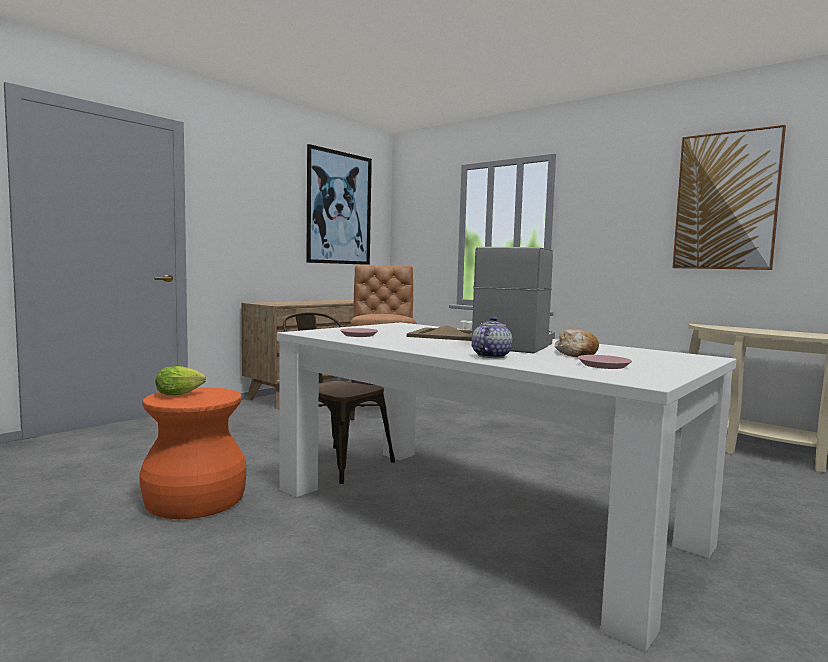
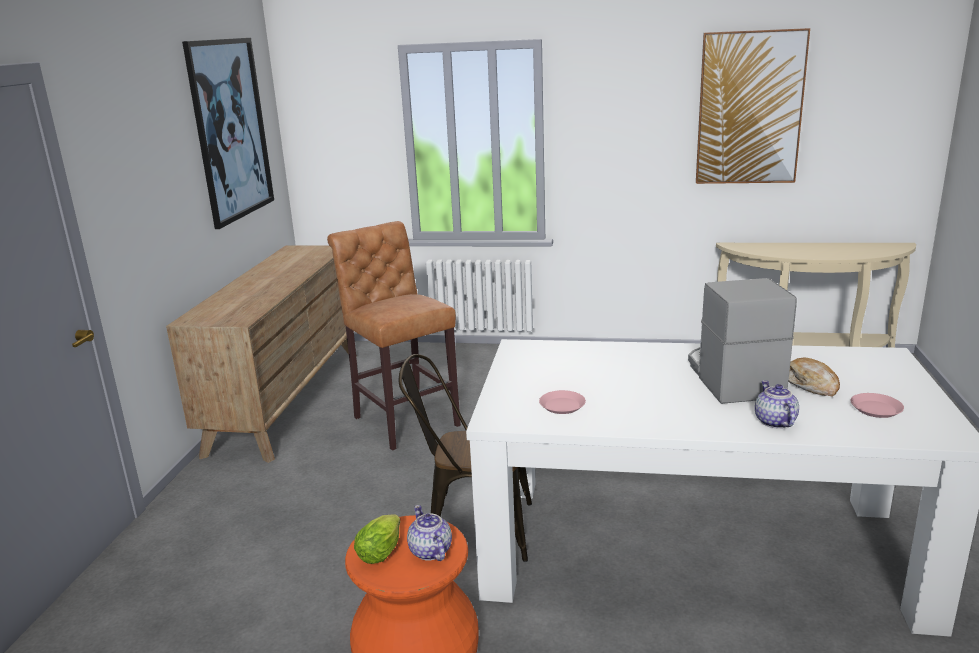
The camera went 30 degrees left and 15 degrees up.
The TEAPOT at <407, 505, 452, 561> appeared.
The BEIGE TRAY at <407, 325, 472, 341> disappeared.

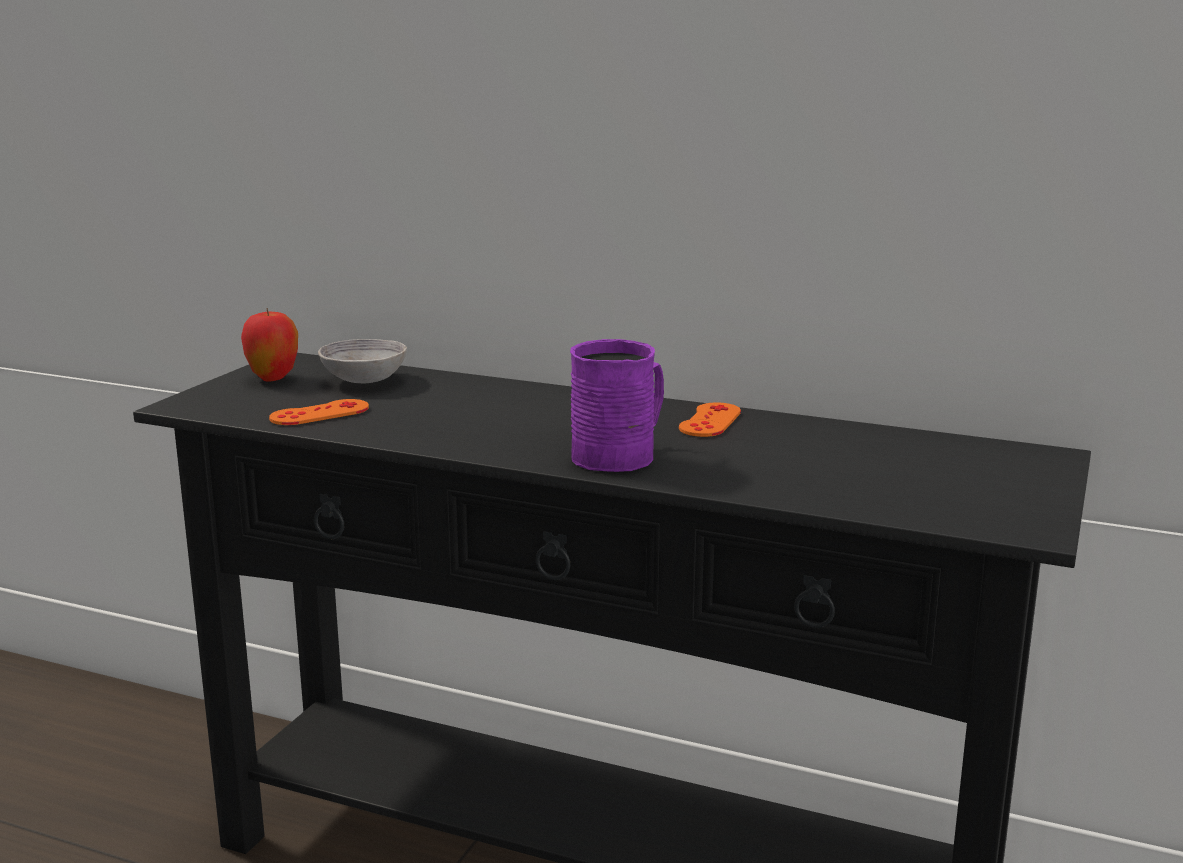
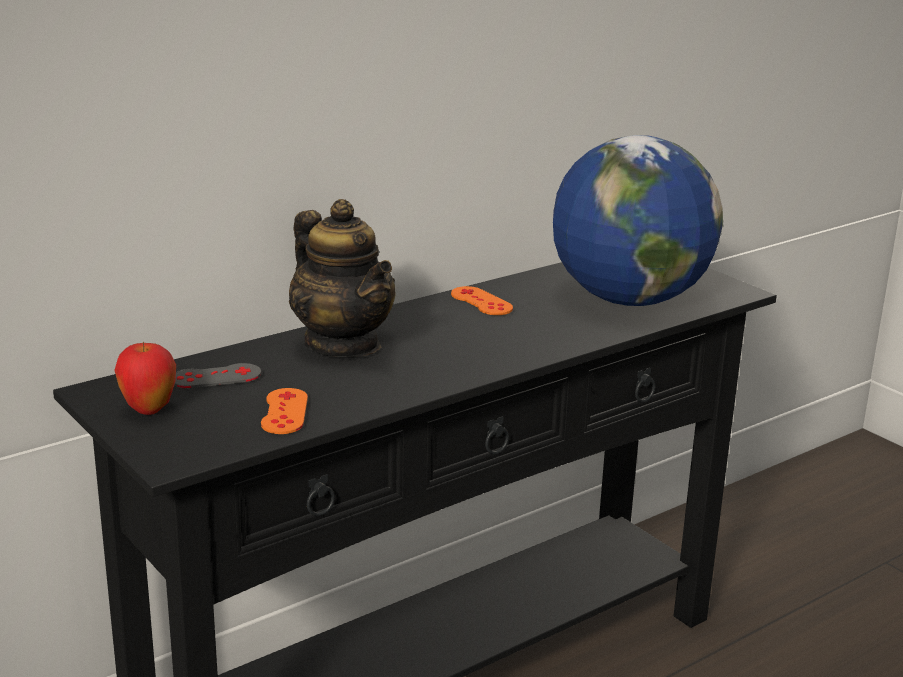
The camera went 60 degrees left and 5 degrees up.
The GREY BOWL at <318, 339, 407, 383> was replaced by the GREY GAME CONTROLLER at <174, 363, 261, 389>.
The TEAPOT at <289, 199, 395, 357> appeared.
The GLOBE at <553, 135, 723, 306> appeared.
The PURPLE MUG at <570, 339, 664, 472> disappeared.

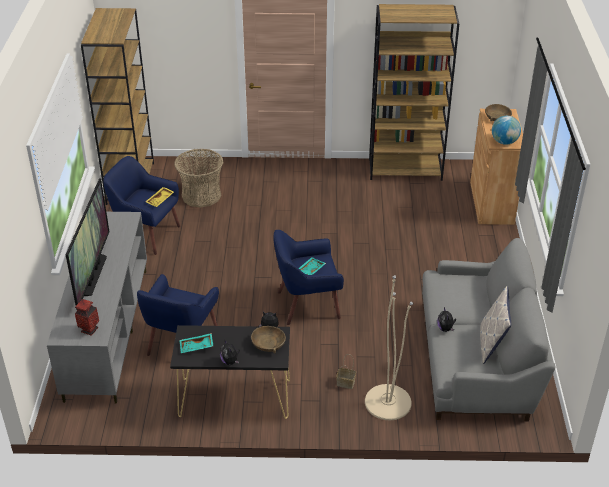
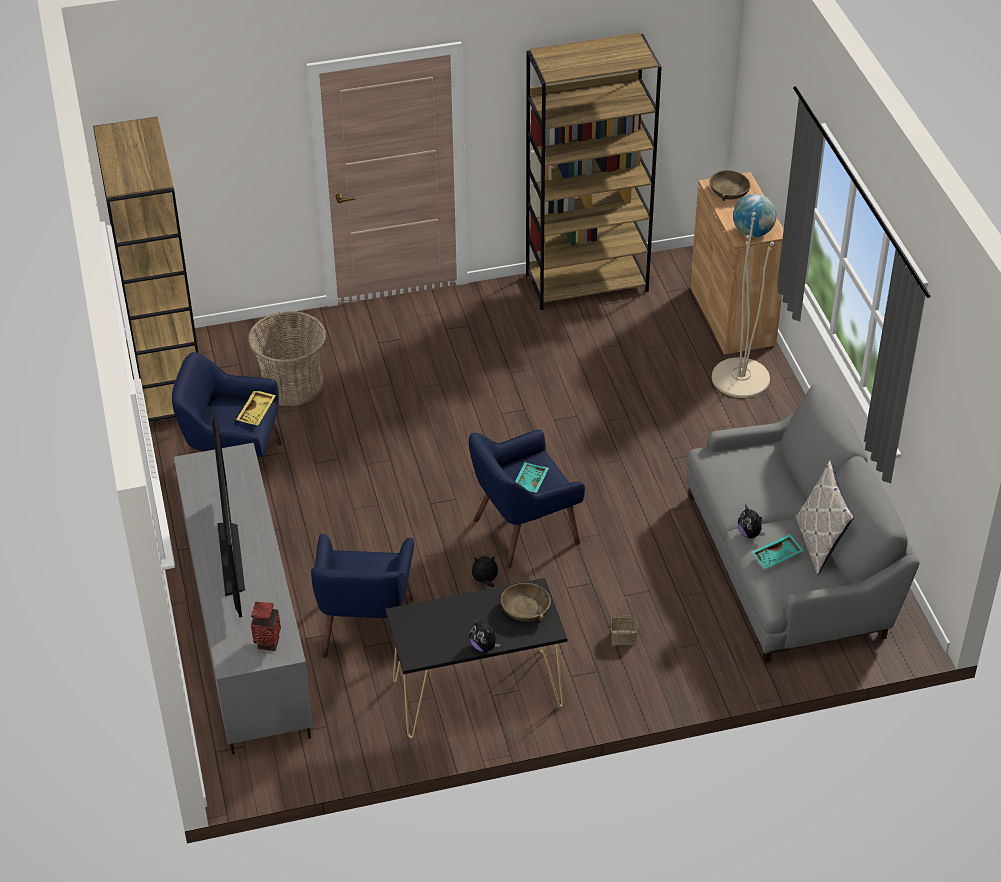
The camera went 15 degrees left and 5 degrees up.
The BEIGE FLOOR LAMP moved from <365, 275, 413, 420> to <712, 212, 774, 398>.
The TURQUOISE TRAY moved from <179, 333, 213, 353> to <752, 534, 804, 569>.

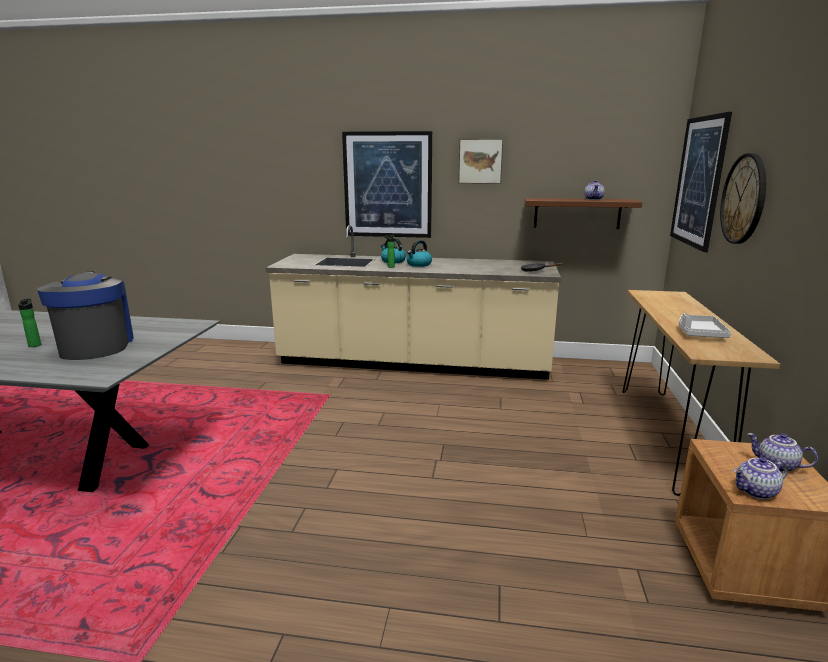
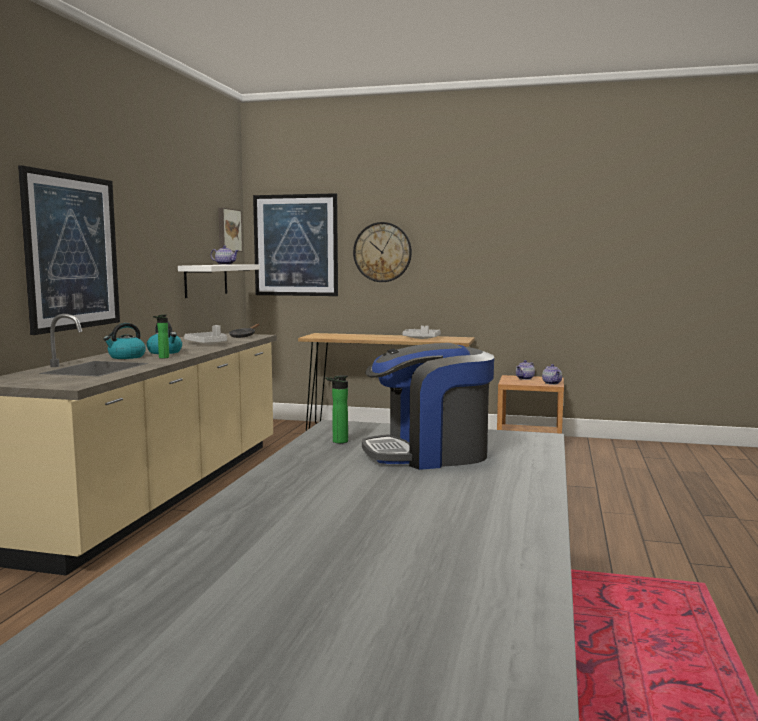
The camera went 85 degrees left and 10 degrees down.
The BROWN SHELF at <524, 198, 642, 229> became the WHITE SHELF at <178, 264, 260, 298>.
The GREY TRAY at <184, 325, 227, 345> appeared.
The PICTURE moved from <458, 139, 503, 184> to <218, 208, 243, 252>.
The BOTTLE moved from <18, 299, 41, 347> to <326, 375, 348, 443>.

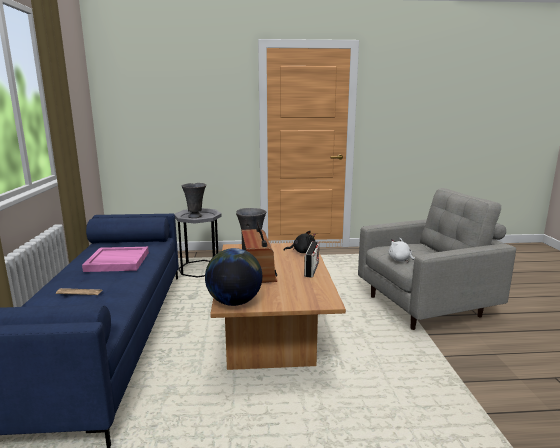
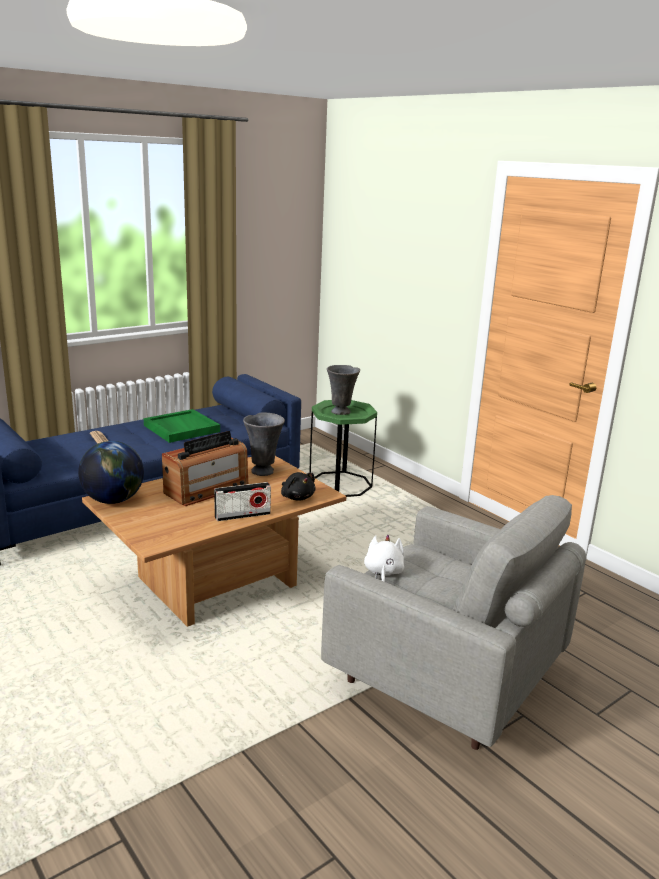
The camera went 55 degrees right and 5 degrees up.
The PINK TRAY at <82, 247, 149, 272> became the GREEN TRAY at <144, 409, 220, 443>.
The GREY SIDE TABLE at <175, 208, 222, 278> became the GREEN SIDE TABLE at <310, 400, 377, 497>.

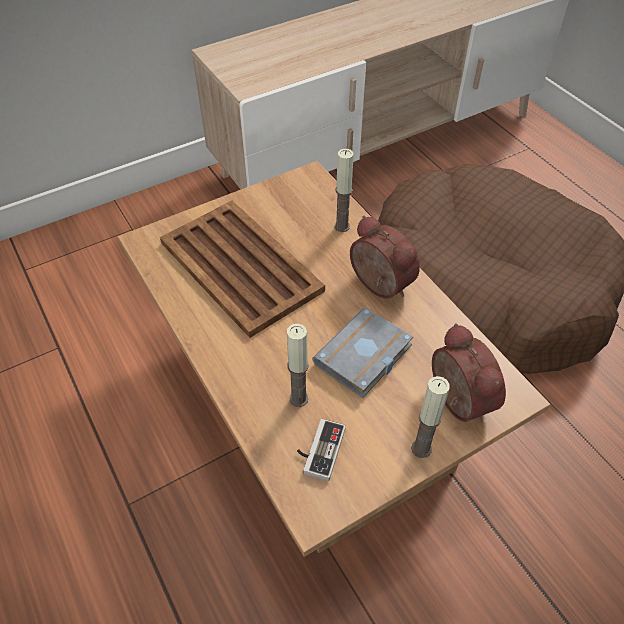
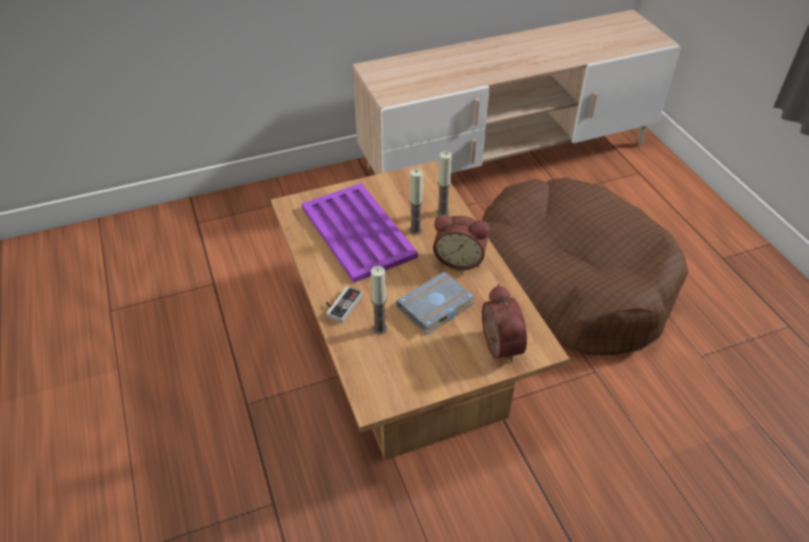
The camera went 10 degrees right and 5 degrees down.
The BROWN TRAY at <160, 201, 325, 338> became the PURPLE TRAY at <301, 183, 418, 283>.
The GAME CONTROLLER moved from <297, 419, 346, 481> to <326, 286, 362, 323>.
The CANDLE moved from <411, 376, 450, 458> to <409, 169, 423, 235>.
The ALARM CLOCK at <350, 216, 420, 299> turned 135 degrees clockwise.

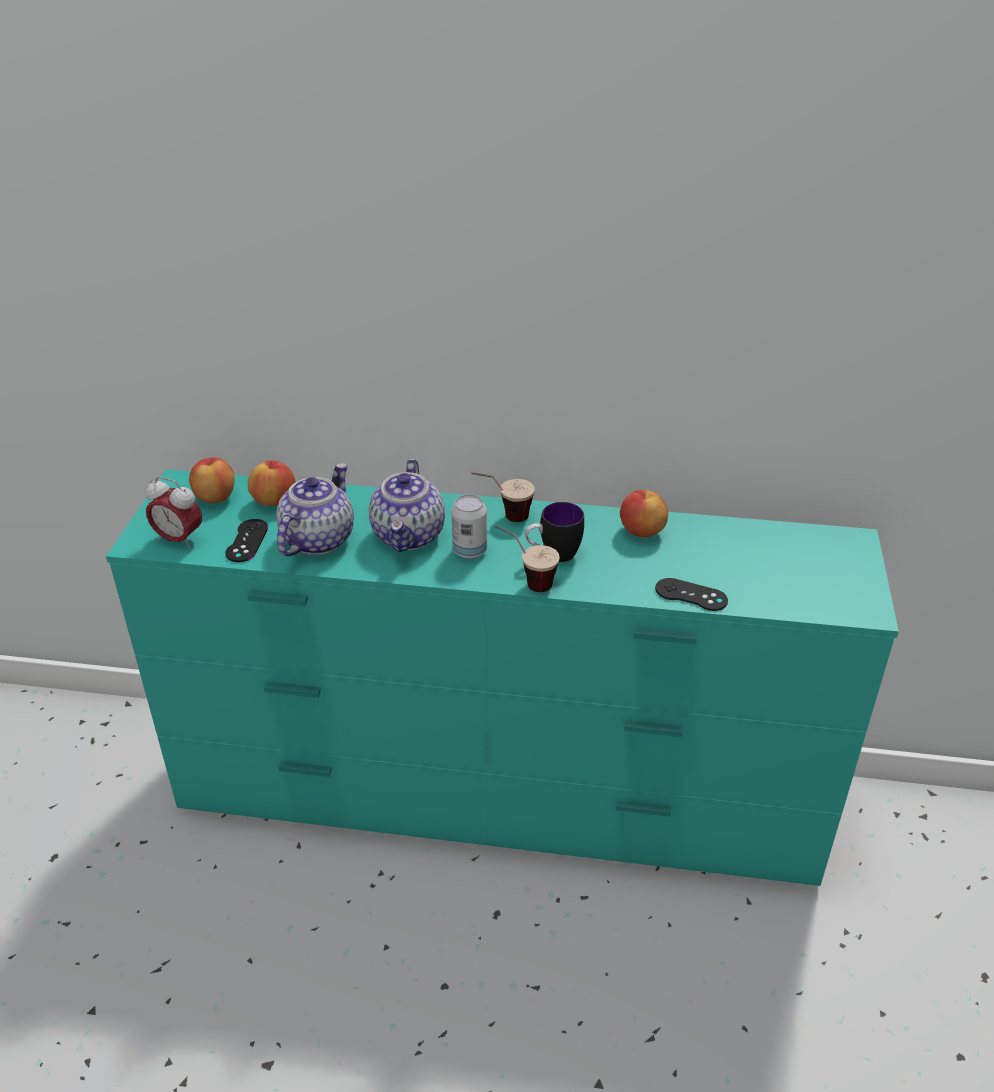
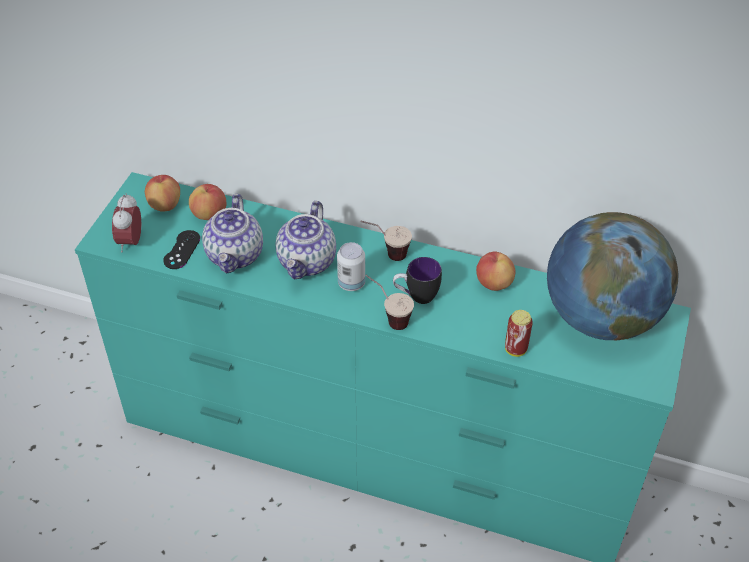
The camera went 10 degrees right and 10 degrees up.
The ALARM CLOCK at <146, 477, 202, 549> turned 60 degrees clockwise.
The TEAPOT at <276, 463, 354, 556> turned 150 degrees clockwise.
The BLACK GAME CONTROLLER at <655, 578, 728, 611> was replaced by the CAN at <505, 310, 533, 357>.
The GLOBE at <547, 212, 679, 340> appeared.

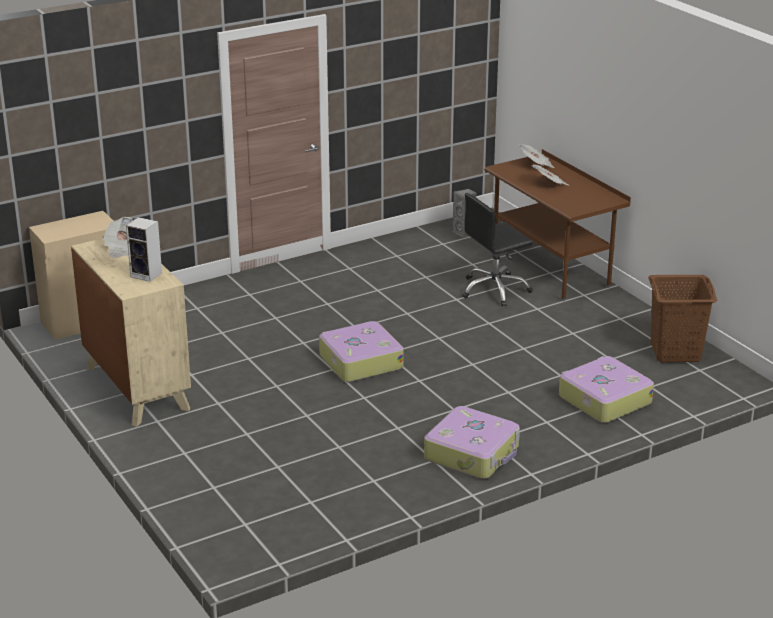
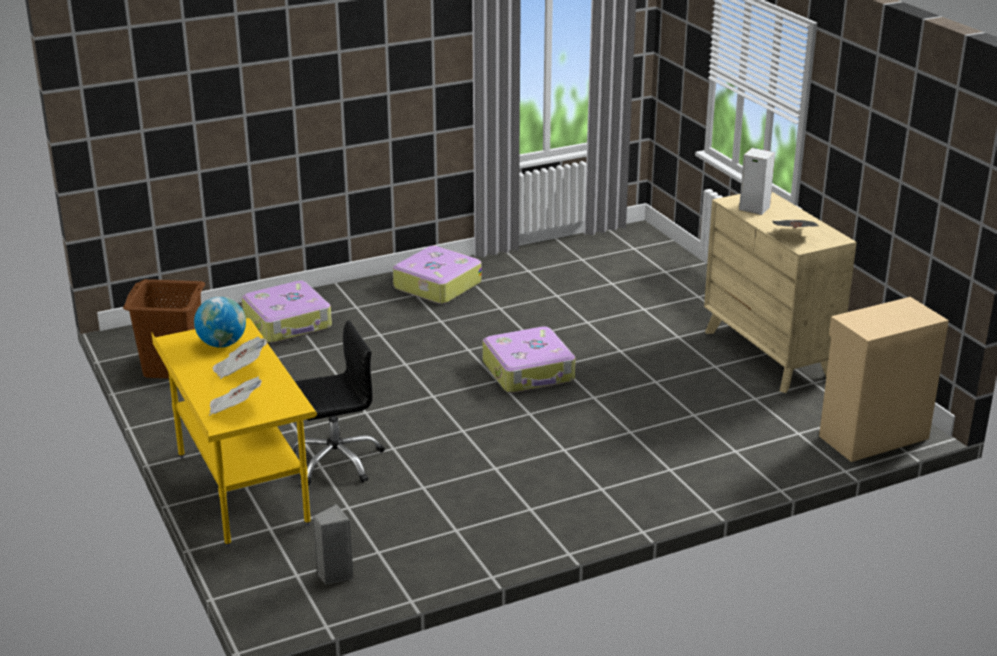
The camera went 175 degrees left and 0 degrees up.
The BROWN DESK at <484, 149, 631, 301> became the YELLOW DESK at <151, 318, 317, 547>.
The GLOBE at <194, 297, 246, 348> appeared.

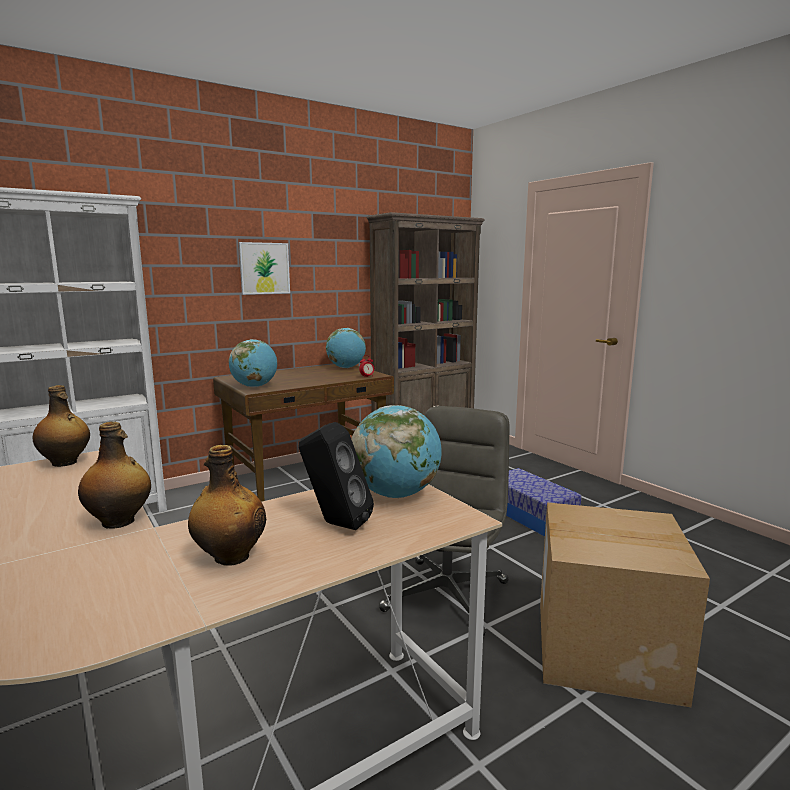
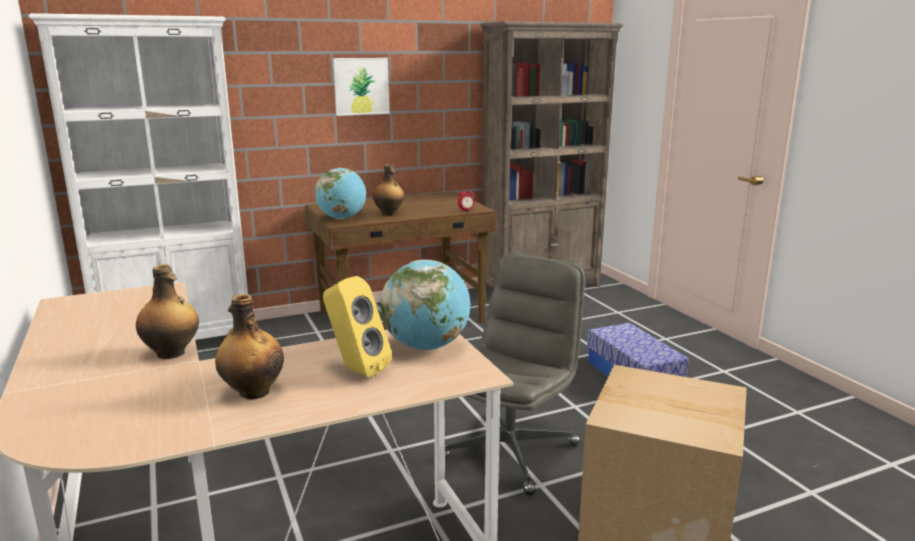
The camera went 10 degrees right and 5 degrees up.
The BLACK SPEAKER at <299, 422, 374, 530> became the YELLOW SPEAKER at <323, 276, 392, 378>.
The BOTTLE moved from <33, 385, 90, 467> to <373, 164, 404, 215>.
The GLOBE at <326, 328, 366, 368> disappeared.

